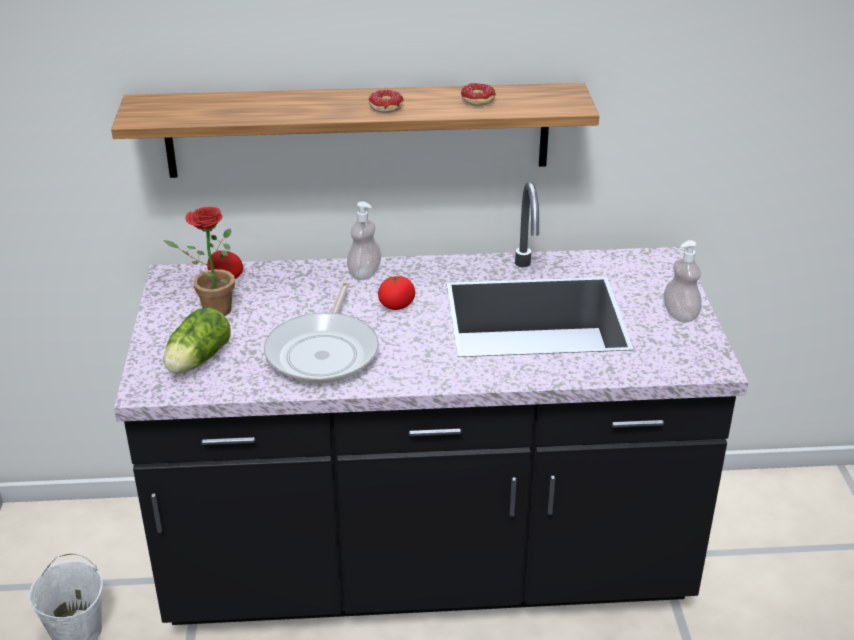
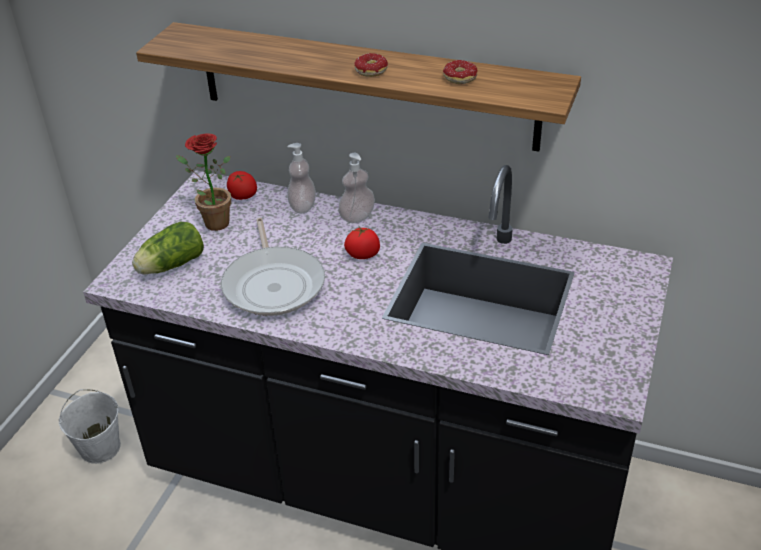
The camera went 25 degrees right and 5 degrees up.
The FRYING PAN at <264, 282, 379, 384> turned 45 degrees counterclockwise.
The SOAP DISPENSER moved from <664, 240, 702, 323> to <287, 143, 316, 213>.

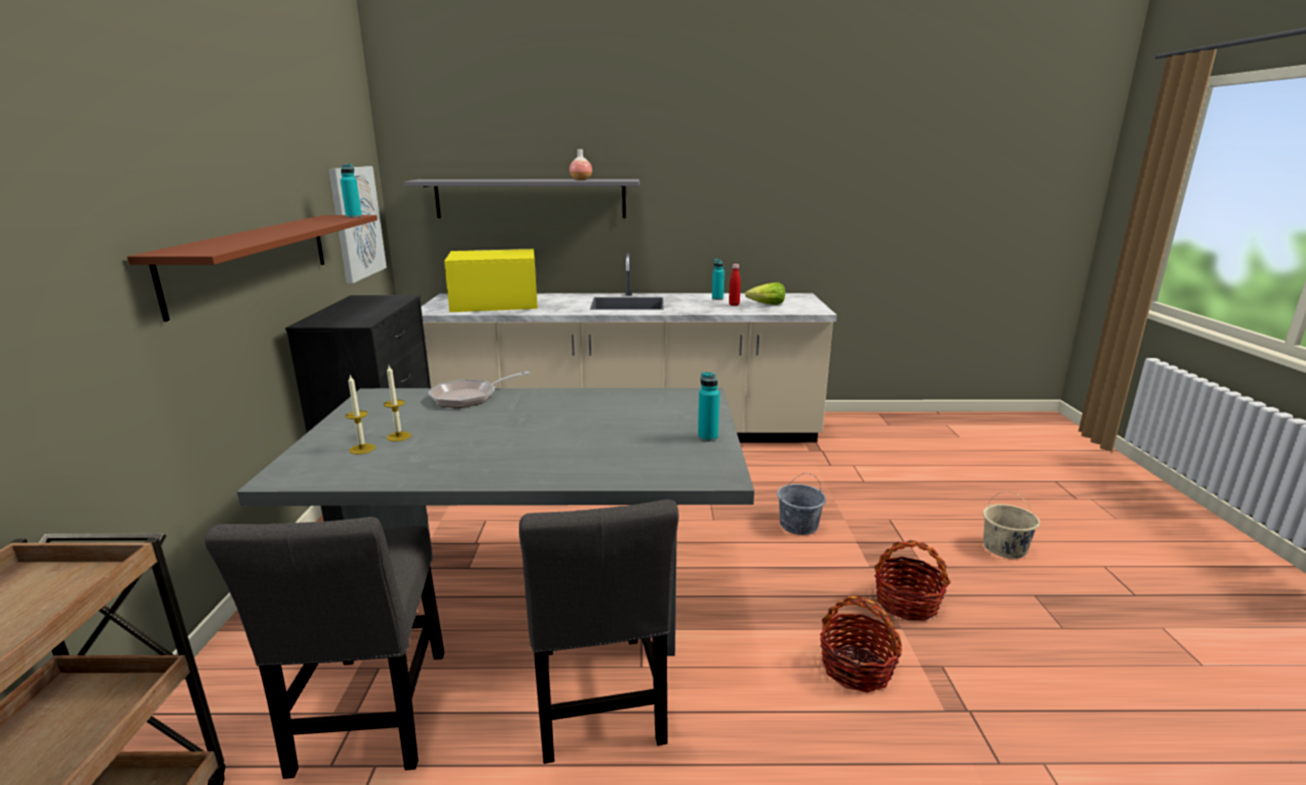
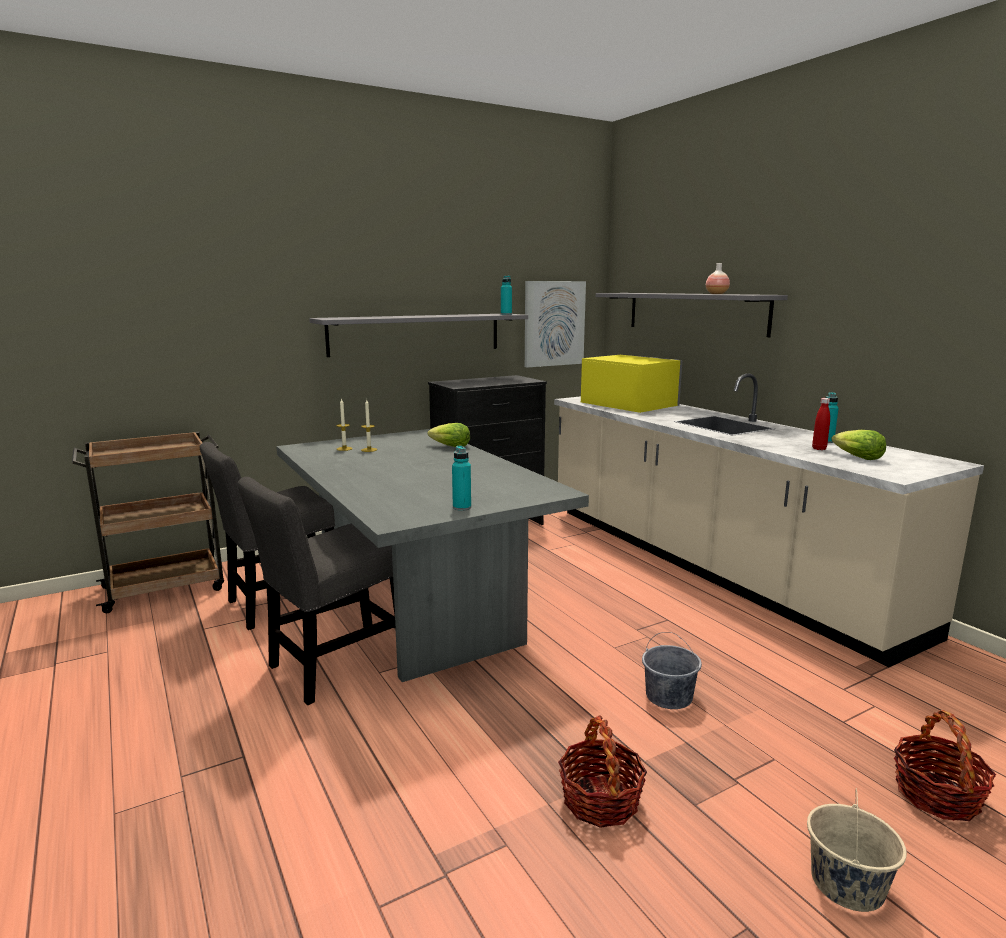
The camera went 60 degrees right and 5 degrees down.
The BROWN SHELF at <127, 215, 377, 322> became the GREY SHELF at <309, 314, 528, 357>.
The FRYING PAN at <428, 371, 530, 408> was replaced by the LETTUCE at <427, 423, 470, 447>.
The BASKET moved from <820, 596, 902, 693> to <894, 710, 996, 821>.

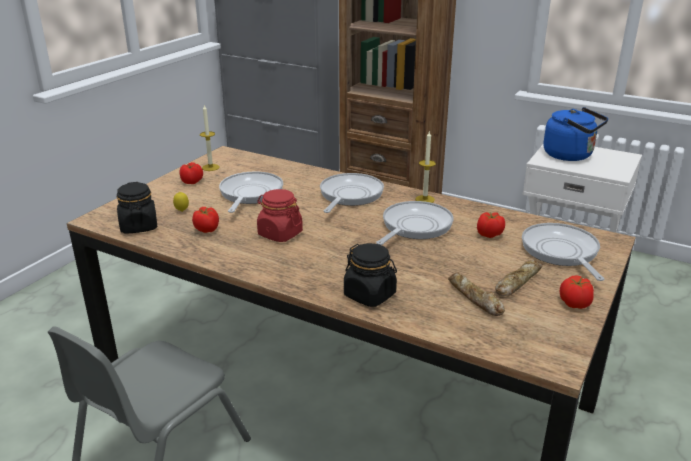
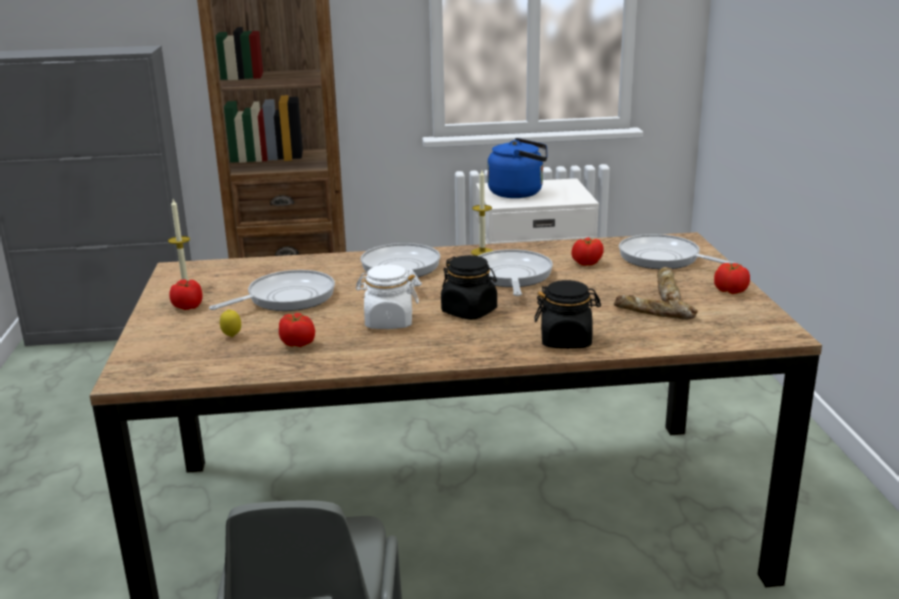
The camera went 35 degrees left and 5 degrees down.
The FRYING PAN at <219, 171, 283, 213> turned 75 degrees clockwise.
The RED JAR at <257, 189, 303, 242> became the WHITE JAR at <356, 265, 418, 329>.
The BLACK JAR moved from <117, 182, 157, 234> to <441, 255, 497, 320>.

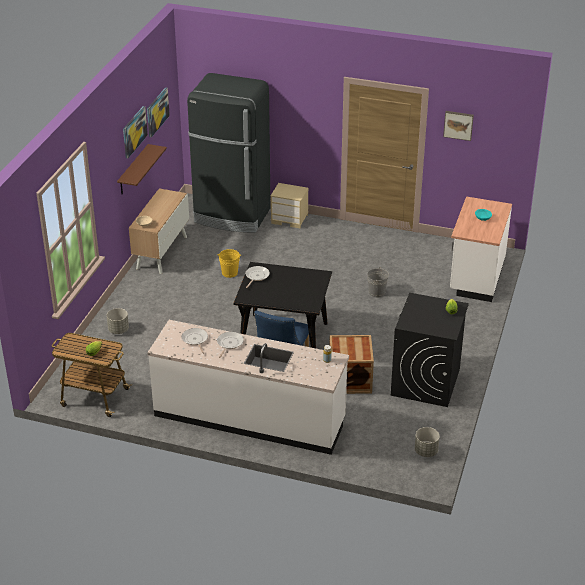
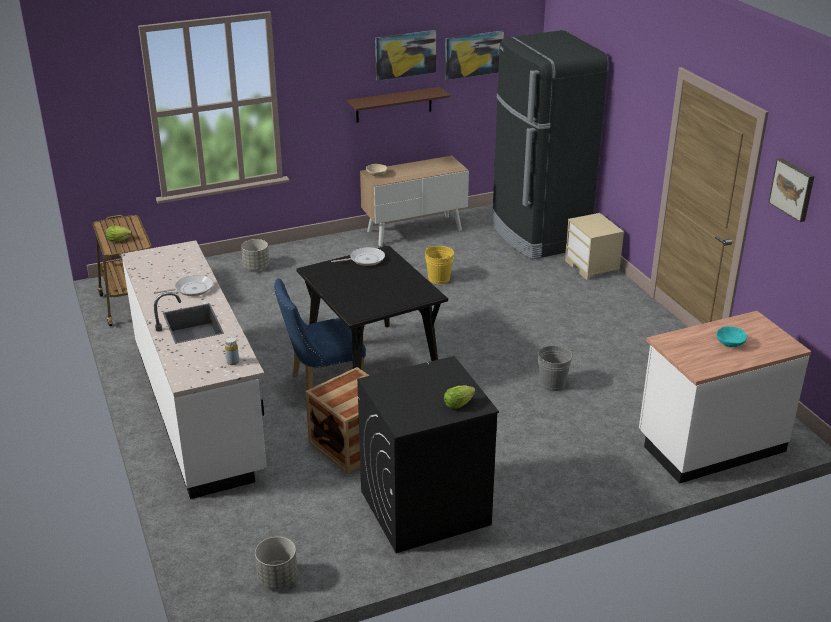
The camera went 50 degrees right and 5 degrees down.
The FRYING PAN at <181, 328, 208, 354> disappeared.

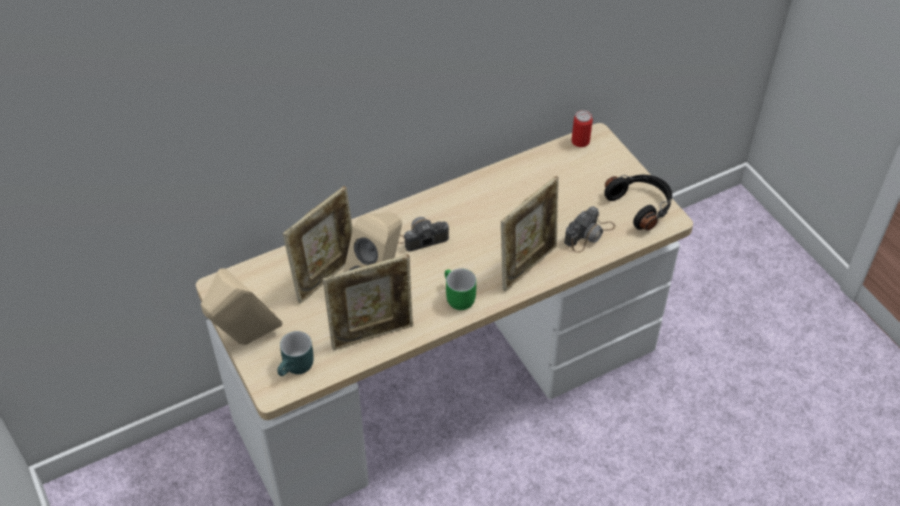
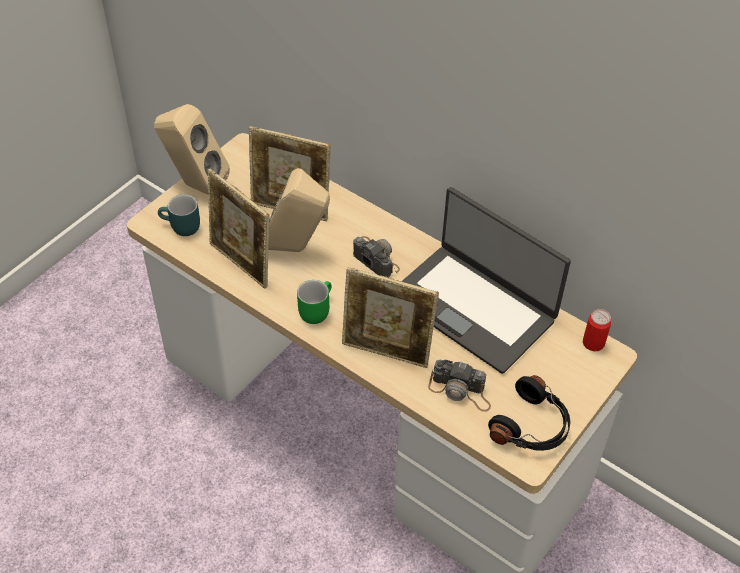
The camera went 65 degrees right and 0 degrees up.
The LAPTOP at <402, 187, 571, 374> appeared.

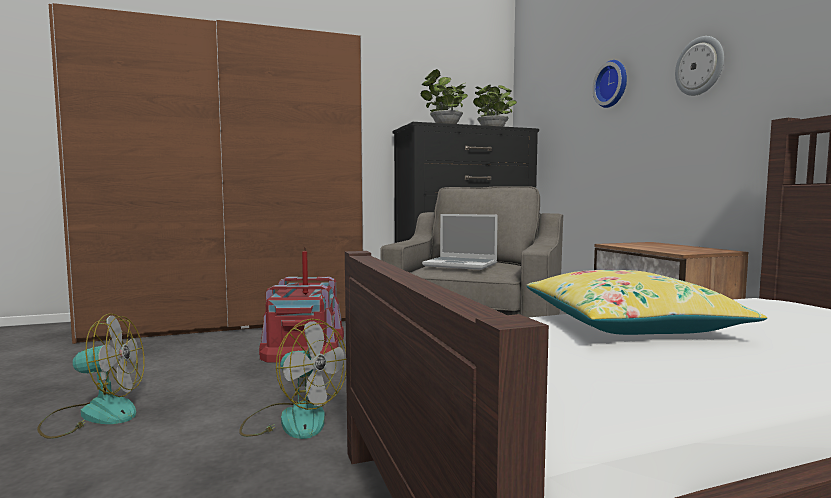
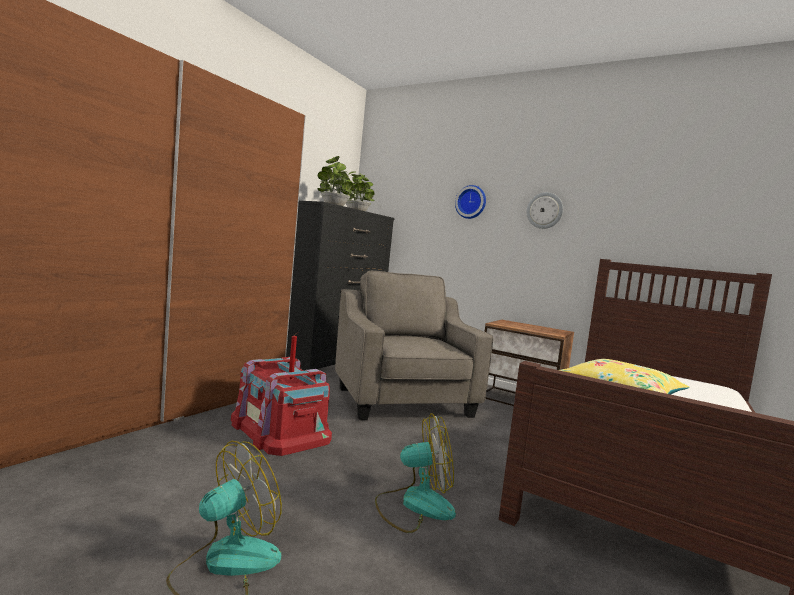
The camera went 40 degrees left and 0 degrees up.
The LAPTOP at <422, 214, 498, 270> disappeared.

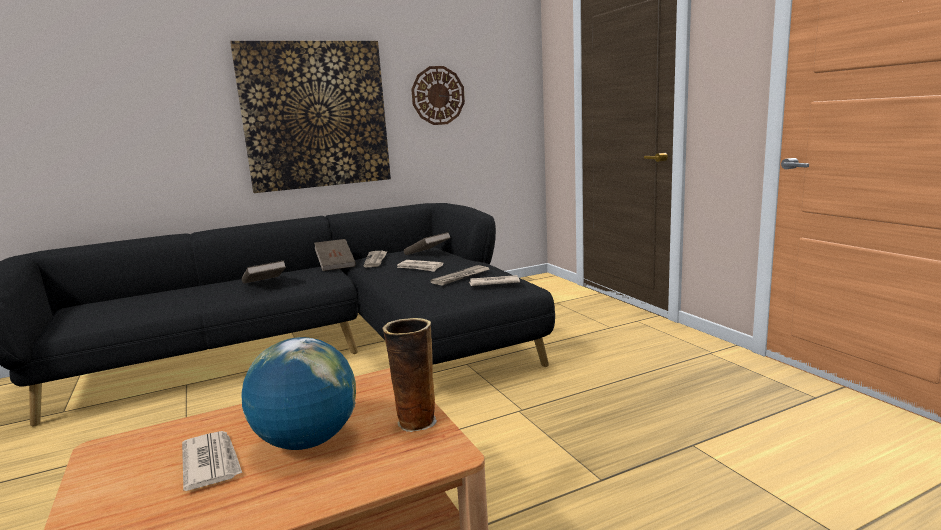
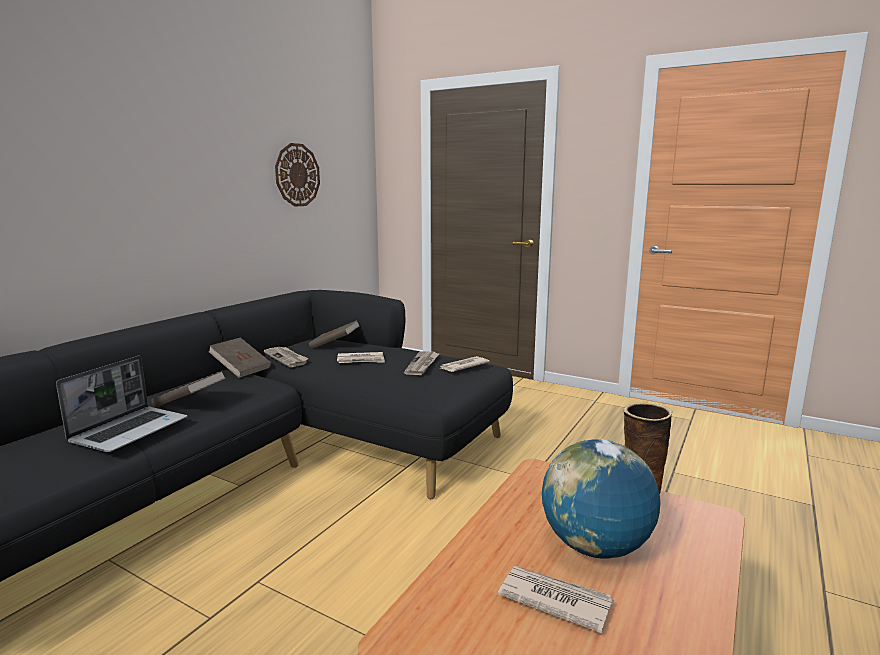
The camera went 35 degrees left and 0 degrees up.
The LAPTOP at <56, 356, 188, 452> appeared.
The PICTURE at <230, 41, 391, 193> disappeared.

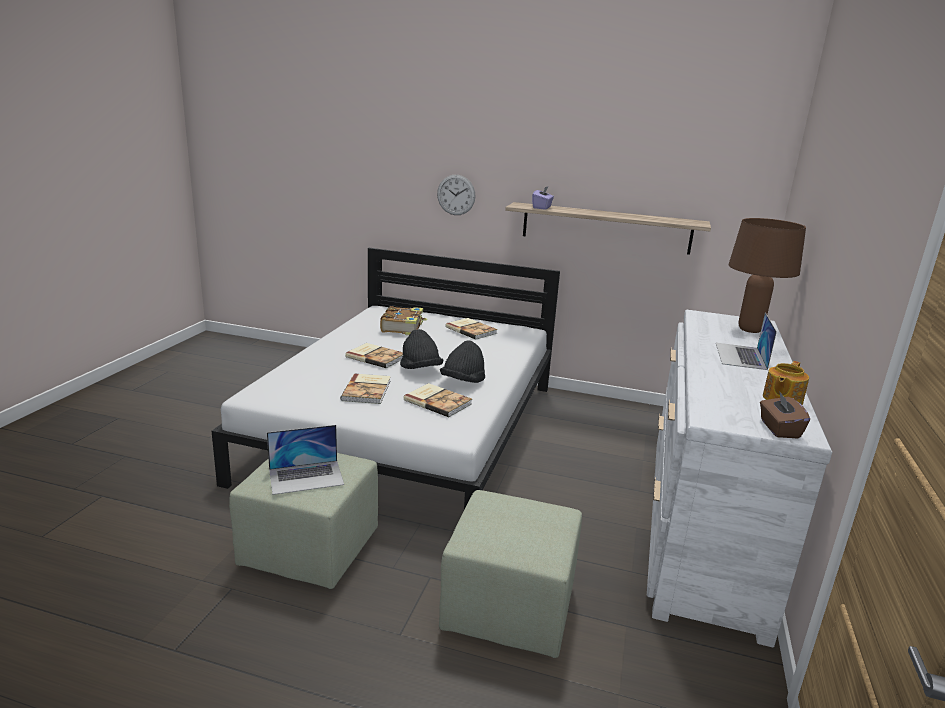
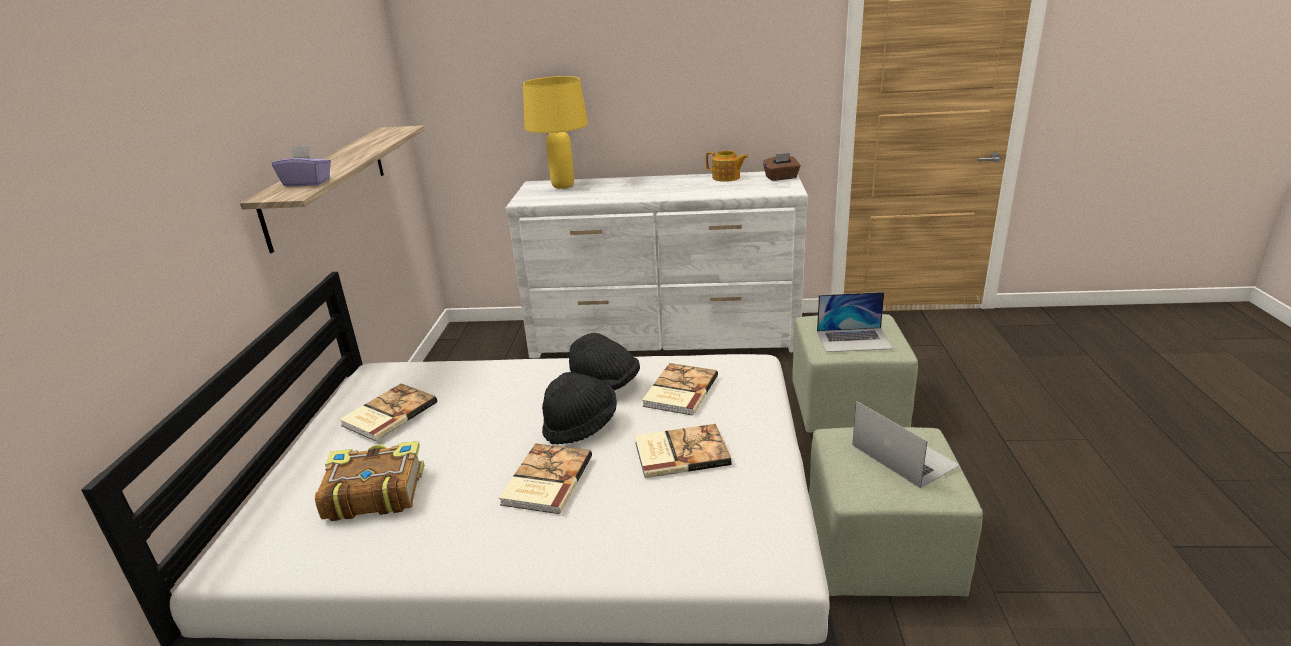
The camera went 100 degrees left and 5 degrees up.
The BROWN TABLE LAMP at <729, 218, 806, 333> became the YELLOW TABLE LAMP at <523, 76, 588, 189>.
The LAPTOP moved from <716, 312, 777, 370> to <817, 292, 893, 352>.
The WALL CLOCK at <437, 175, 476, 215> disappeared.

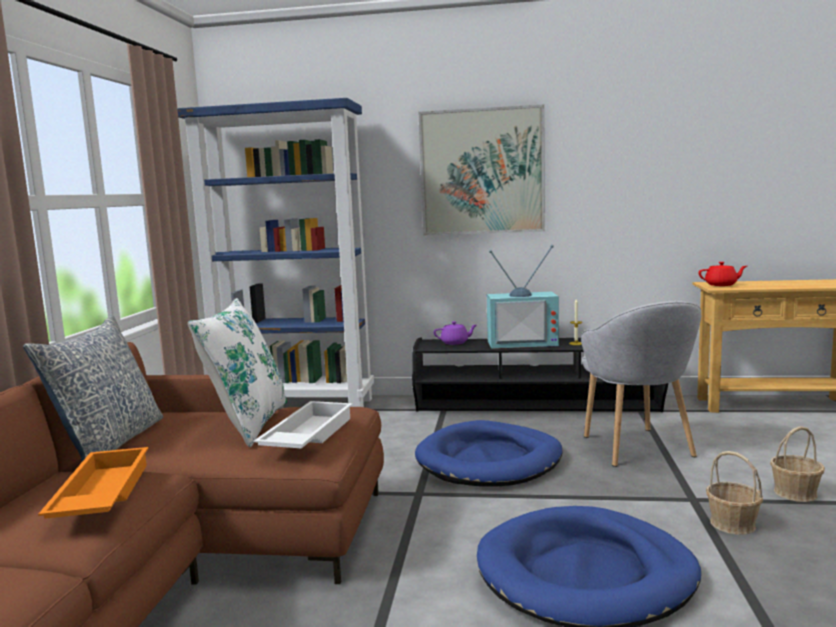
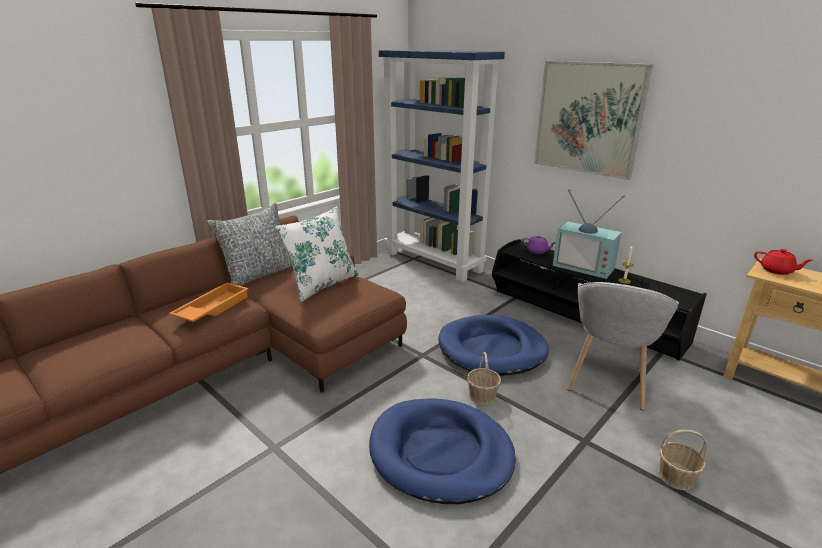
The camera went 35 degrees right and 15 degrees up.
The BASKET moved from <706, 451, 763, 535> to <467, 352, 501, 405>.
The WHITE TRAY at <254, 401, 353, 449> disappeared.

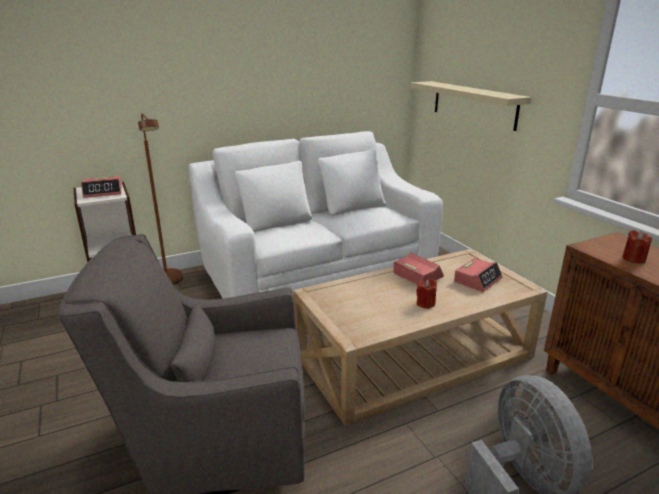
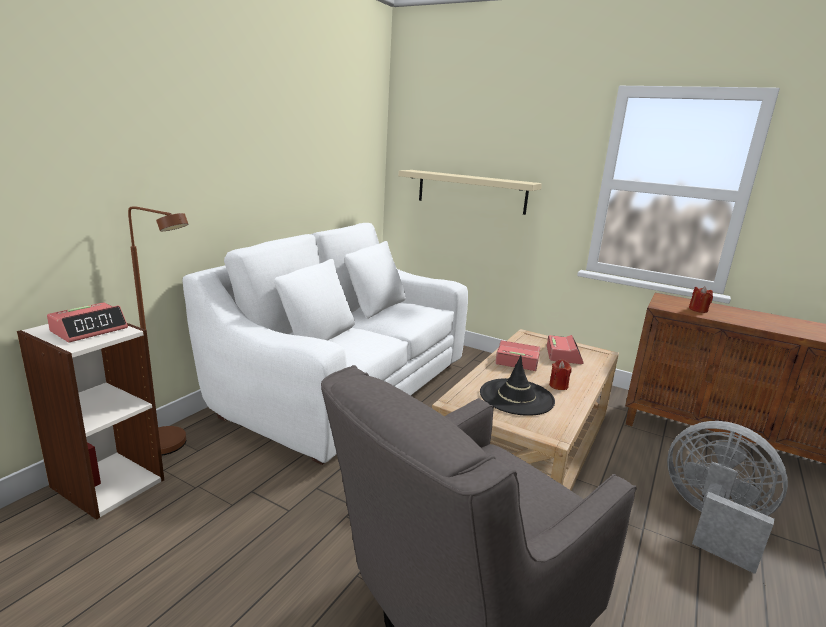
The camera went 35 degrees left and 5 degrees down.
The BLACK HAT at <480, 355, 555, 416> appeared.

